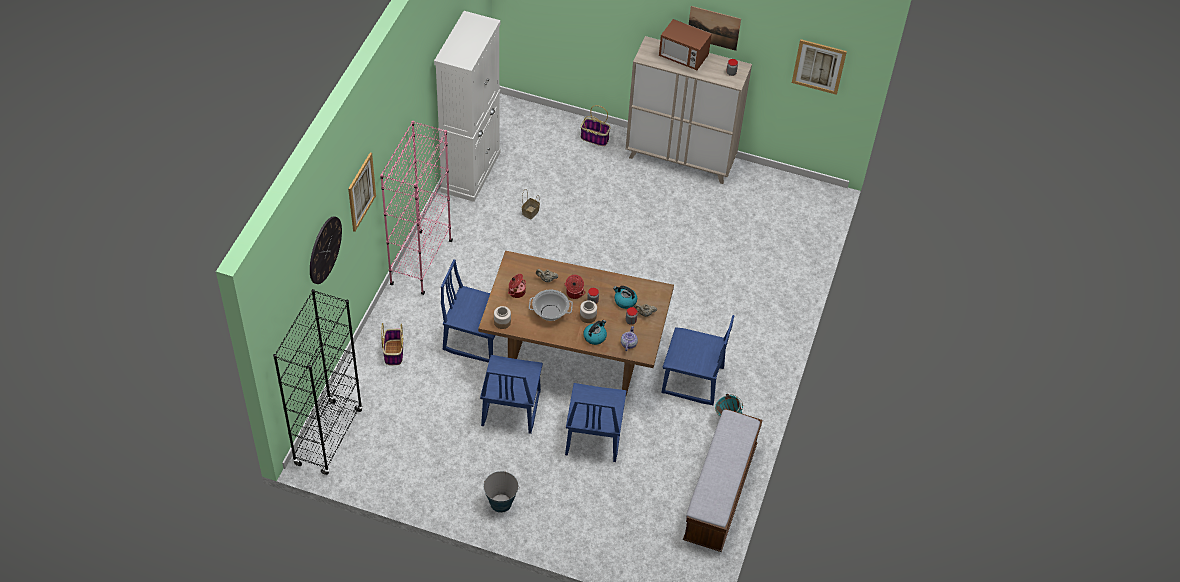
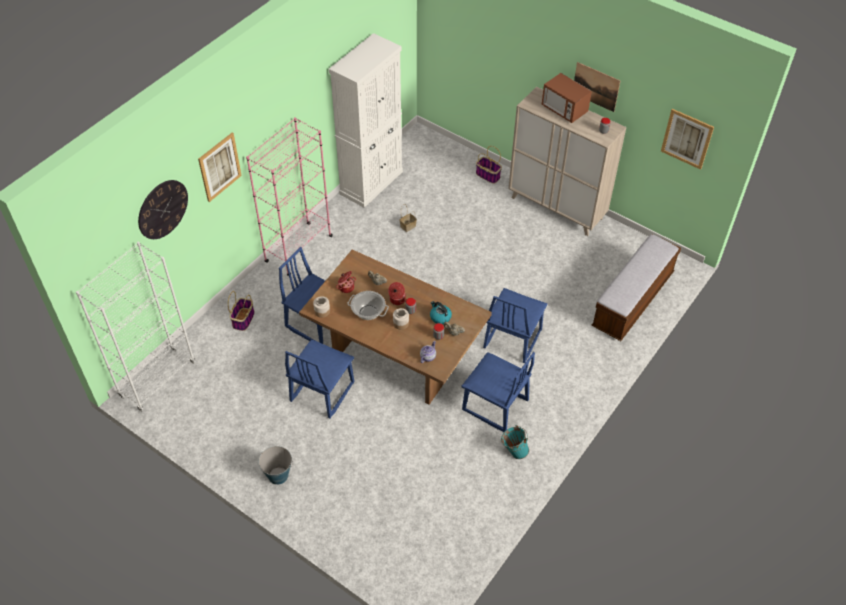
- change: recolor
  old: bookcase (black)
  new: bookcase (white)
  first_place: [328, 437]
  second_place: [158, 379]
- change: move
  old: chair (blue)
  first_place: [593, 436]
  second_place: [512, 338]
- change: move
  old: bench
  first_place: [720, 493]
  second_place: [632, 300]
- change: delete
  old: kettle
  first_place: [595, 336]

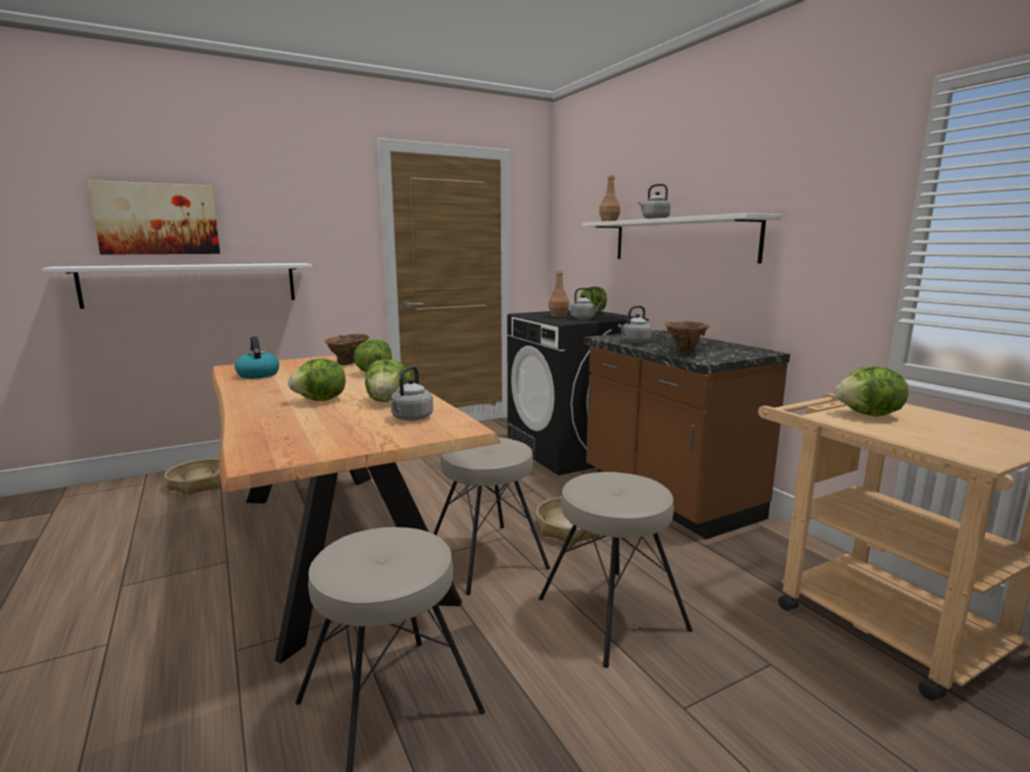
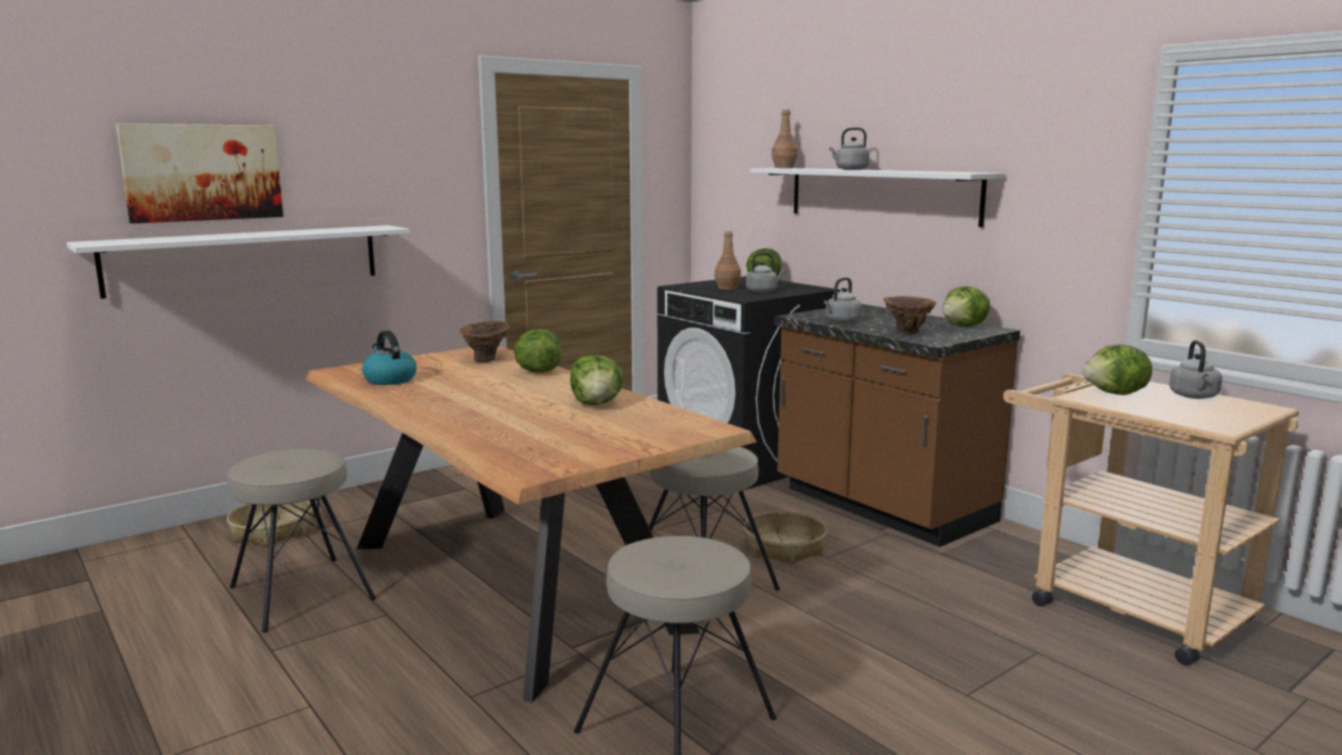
- change: move
  old: stool (beige)
  first_place: [611, 614]
  second_place: [300, 593]
- change: move
  old: lettuce
  first_place: [321, 400]
  second_place: [964, 327]
- change: move
  old: kettle (grey)
  first_place: [411, 418]
  second_place: [1194, 397]

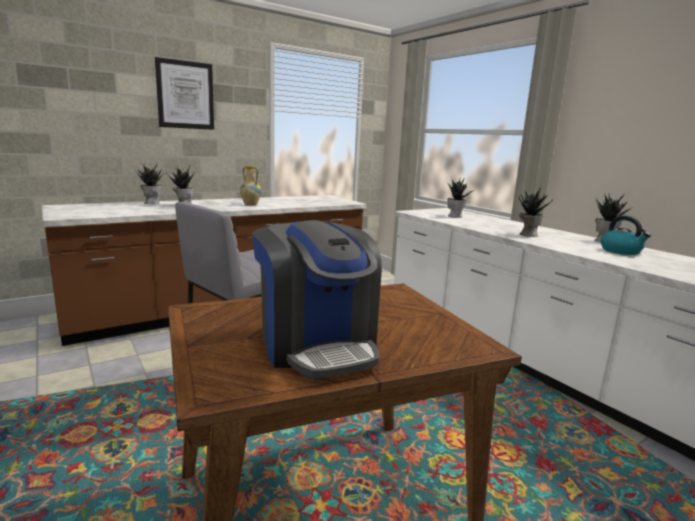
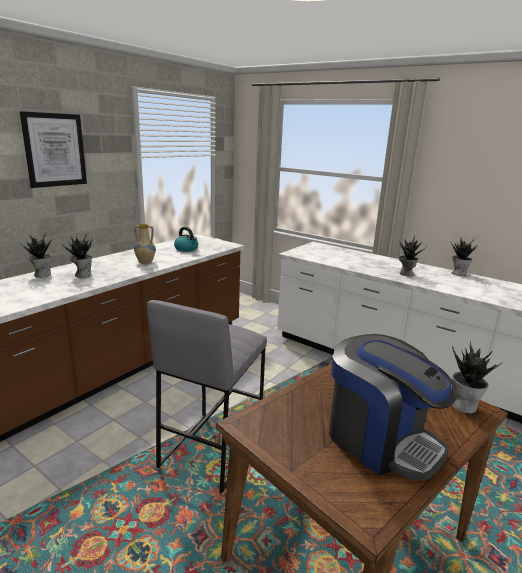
- change: move
  old: kettle
  first_place: [621, 251]
  second_place: [186, 249]
- change: move
  old: potted plant
  first_place: [455, 216]
  second_place: [463, 405]

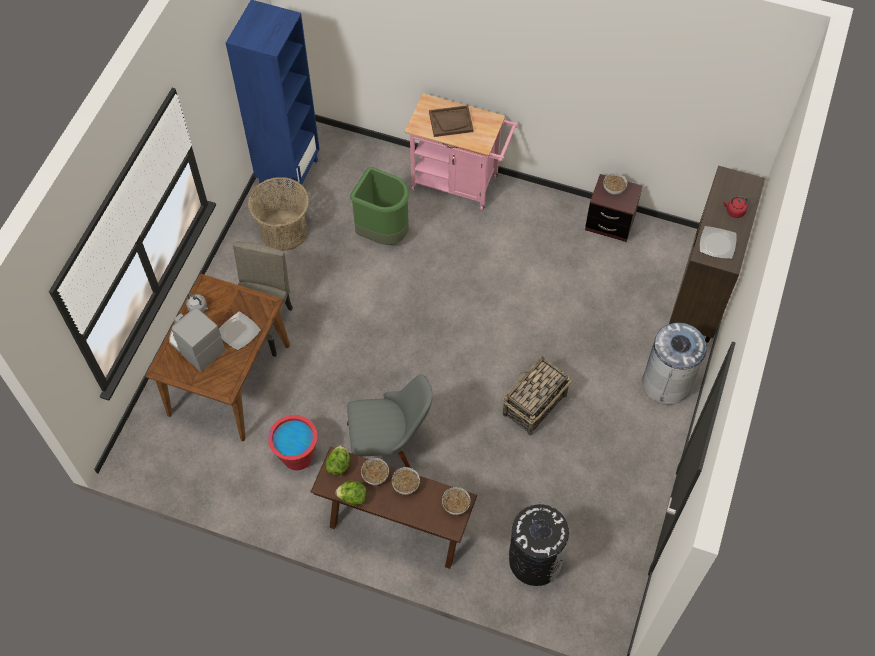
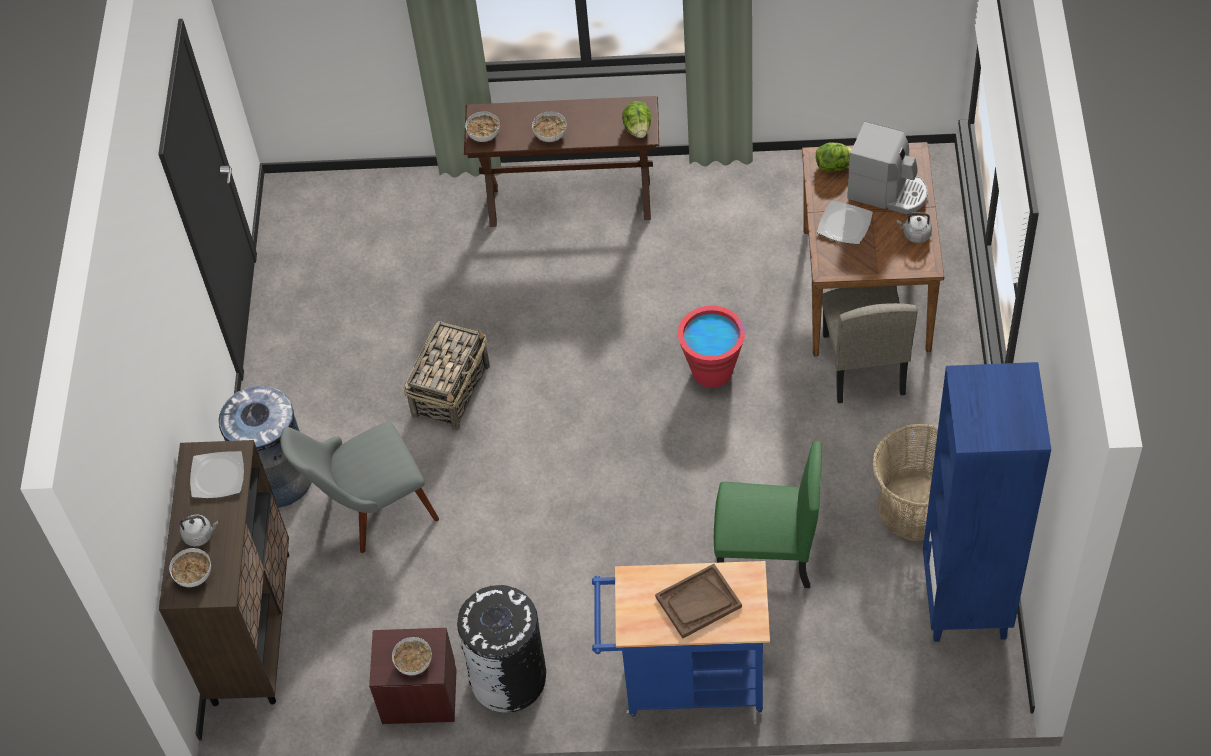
- change: move
  old: bowl
  first_place: [375, 475]
  second_place: [193, 575]
- change: recolor
  old: kettle (red)
  new: kettle (grey)
  first_place: [734, 211]
  second_place: [200, 535]
- change: move
  old: chair (grey)
  first_place: [389, 445]
  second_place: [369, 511]
- change: move
  old: trash can (black)
  first_place: [534, 560]
  second_place: [508, 678]
- change: recolor
  old: cart (pink)
  new: cart (blue)
  first_place: [460, 184]
  second_place: [684, 681]
- change: move
  old: bucket (red)
  first_place: [297, 457]
  second_place: [712, 371]
- change: replace
  old: trash can (green)
  new: chair (green)
  first_place: [383, 233]
  second_place: [766, 555]
- change: move
  old: lettuce
  first_place: [352, 497]
  second_place: [834, 166]

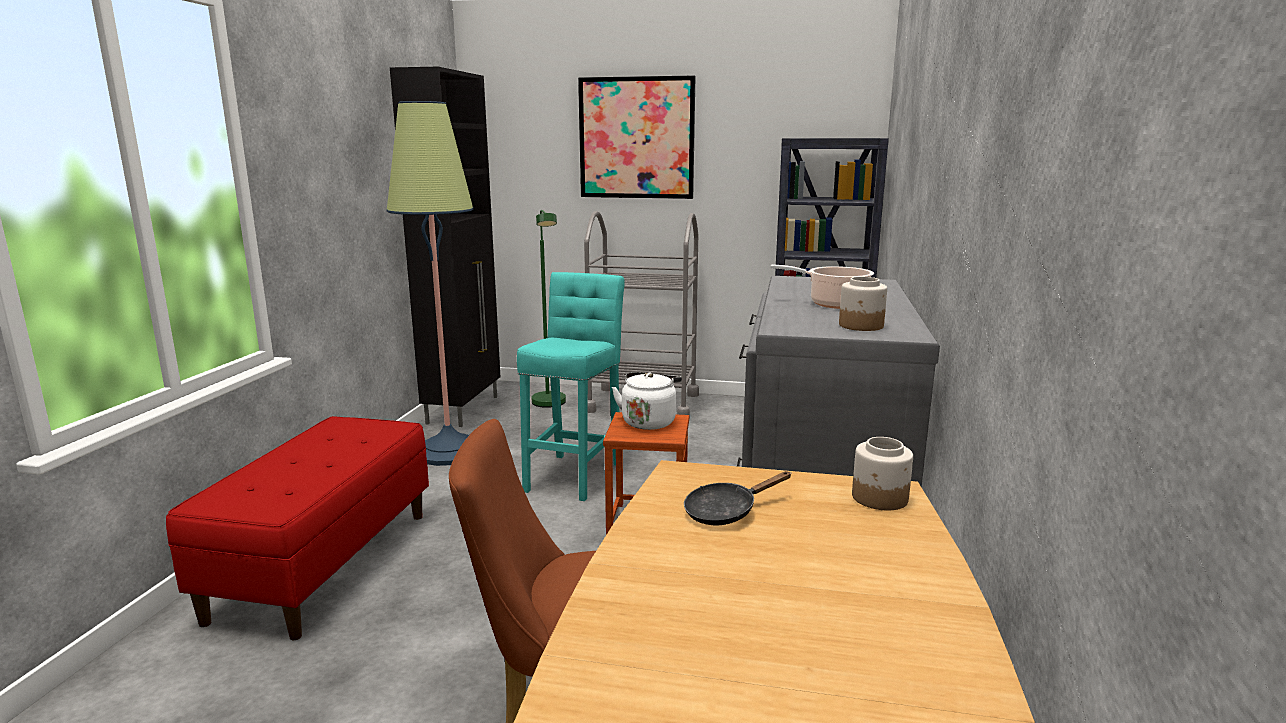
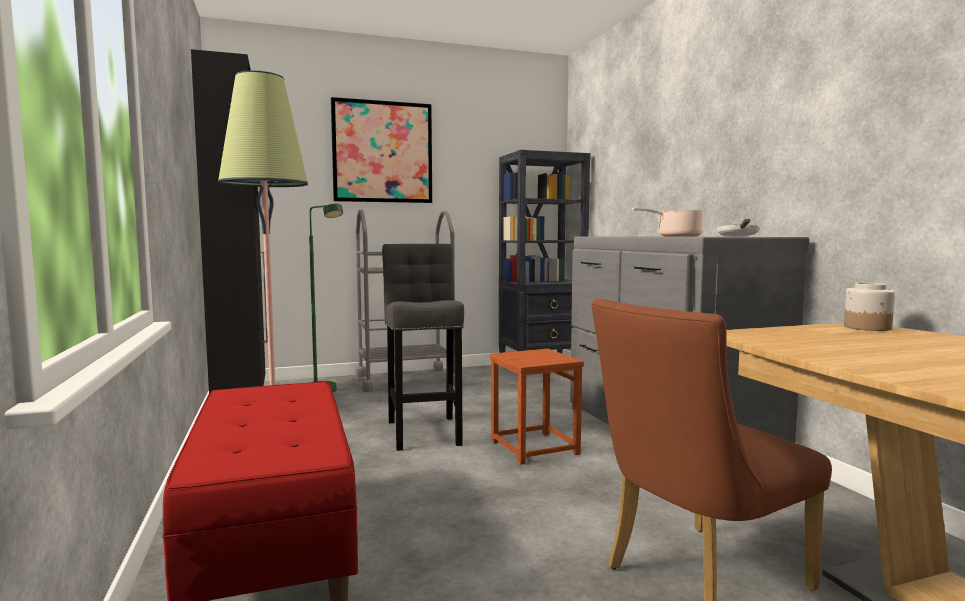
- change: recolor
  old: stool (turquoise)
  new: stool (grey)
  first_place: [575, 474]
  second_place: [424, 431]
- change: replace
  old: jar
  new: frying pan (white)
  first_place: [861, 326]
  second_place: [738, 236]
- change: delete
  old: kettle (white)
  first_place: [649, 421]
- change: delete
  old: frying pan (black)
  first_place: [726, 512]

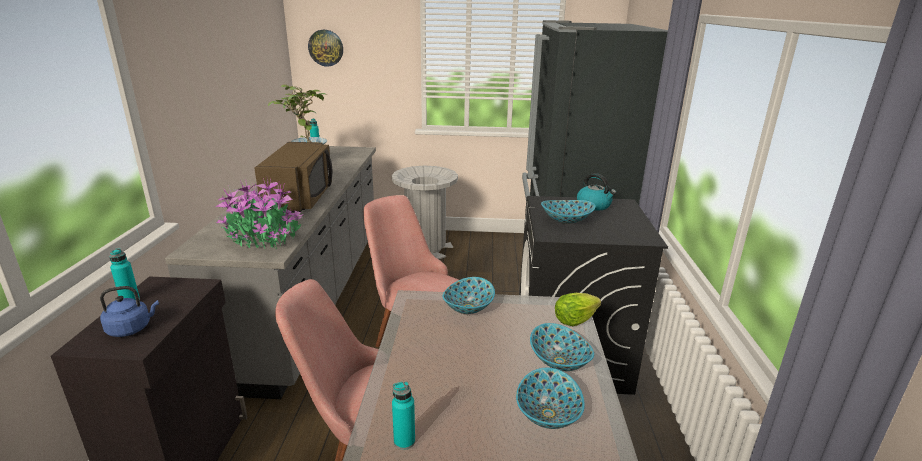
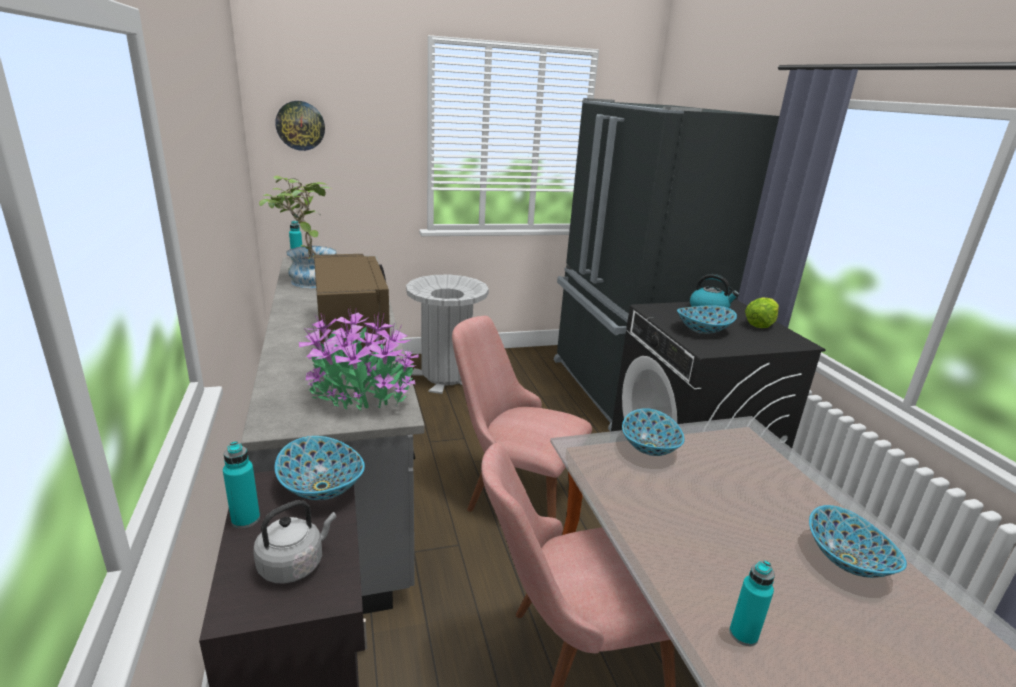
- change: recolor
  old: kettle (blue)
  new: kettle (grey)
  first_place: [131, 329]
  second_place: [294, 564]
- change: move
  old: bowl
  first_place: [560, 361]
  second_place: [322, 487]
- change: move
  old: lettuce
  first_place: [574, 320]
  second_place: [760, 324]

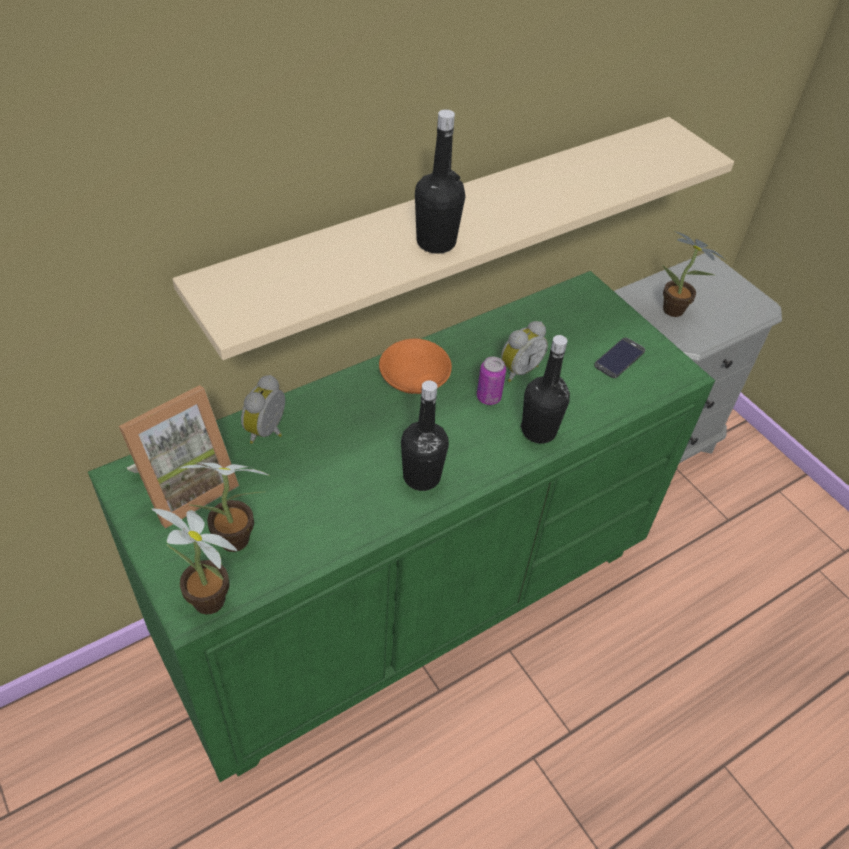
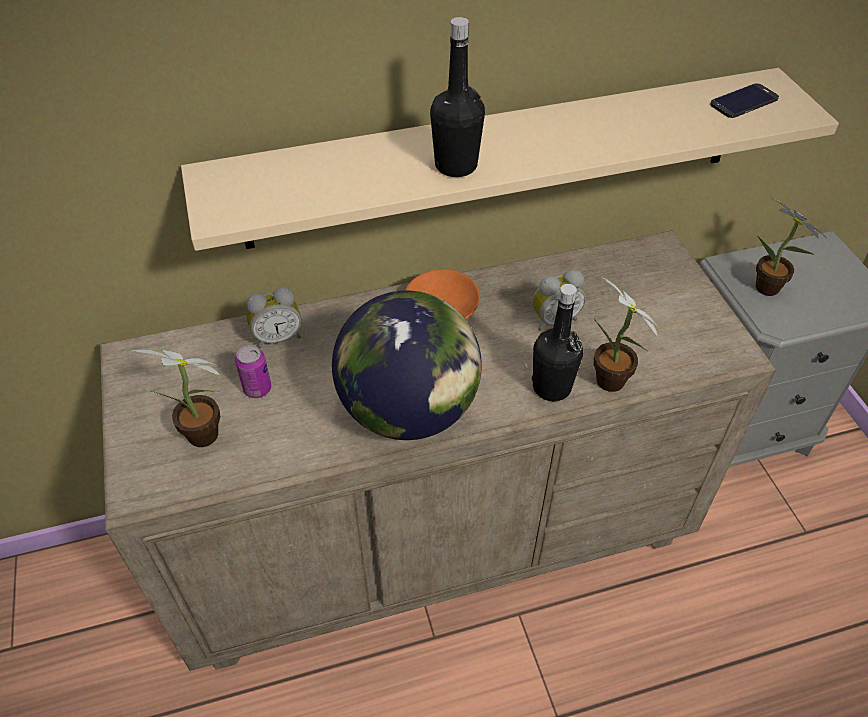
- change: recolor
  old: dresser (green)
  new: dresser (beige)
  first_place: [409, 597]
  second_place: [433, 535]
- change: move
  old: can
  first_place: [488, 397]
  second_place: [257, 389]
- change: rotate
  old: alarm clock
  first_place: [268, 432]
  second_place: [277, 337]
  degrees: -150
- change: replace
  old: bottle (black)
  new: globe
  first_place: [421, 477]
  second_place: [409, 411]
- change: move
  old: potted plant
  first_place: [211, 605]
  second_place: [612, 385]
- change: move
  old: phone
  first_place: [619, 358]
  second_place: [744, 101]
- change: delete
  old: picture frame
  first_place: [184, 486]

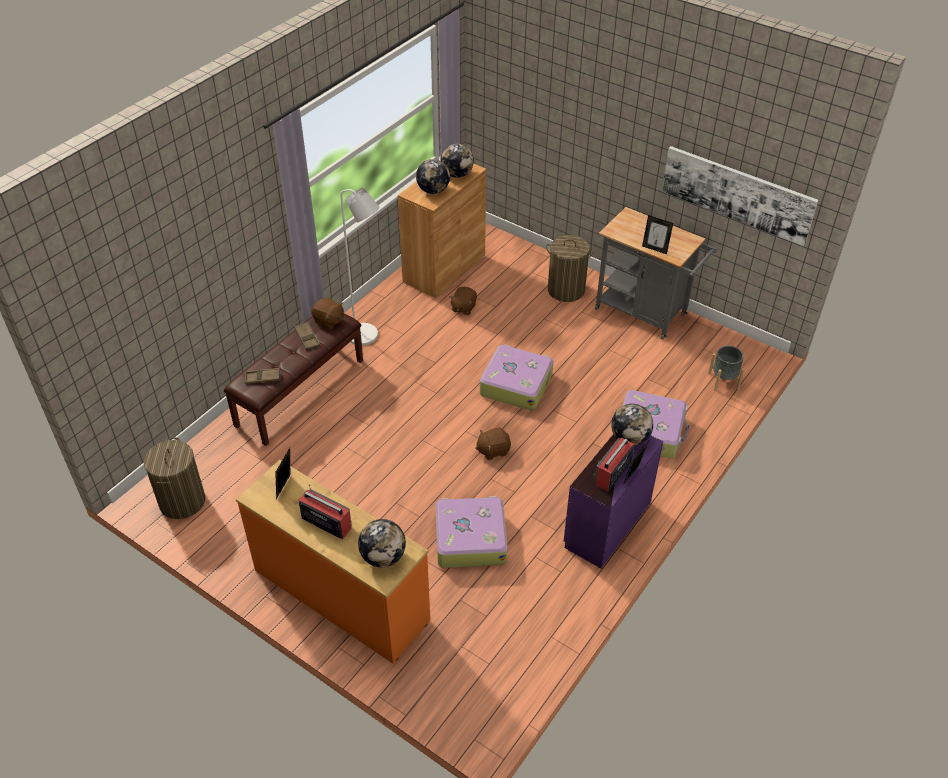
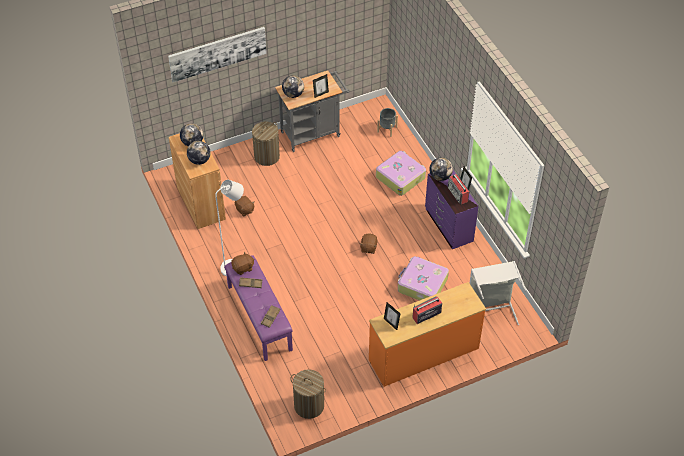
- change: move
  old: picture
  first_place: [737, 194]
  second_place: [217, 53]
- change: recolor
  old: bench (brown)
  new: bench (purple)
  first_place: [300, 392]
  second_place: [259, 318]
- change: move
  old: globe
  first_place: [383, 557]
  second_place: [293, 94]
- change: insert
  new: laundry basket (grey)
  second_place: [490, 310]
- change: delete
  old: suitcase
  first_place: [516, 384]

